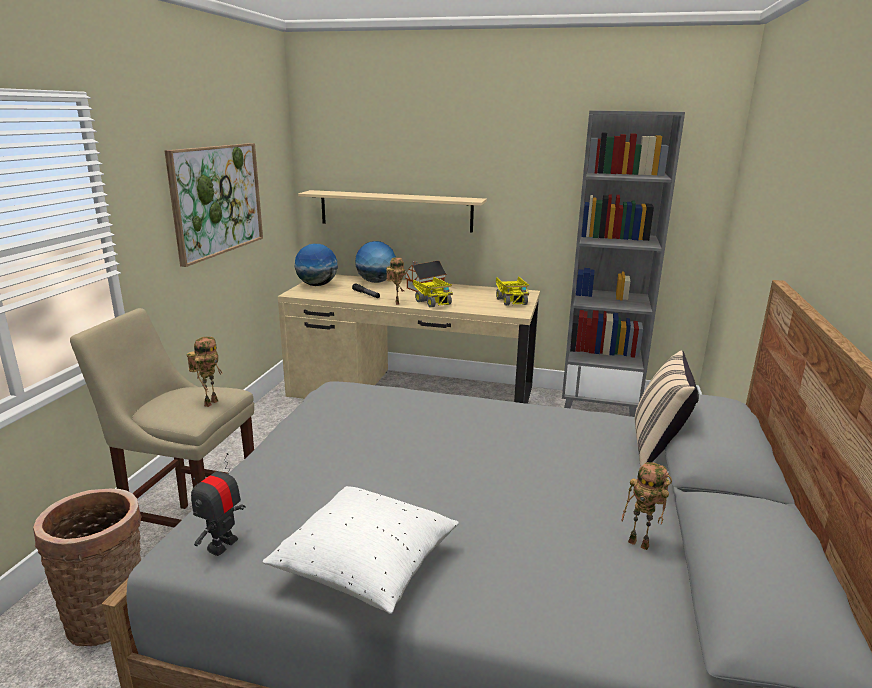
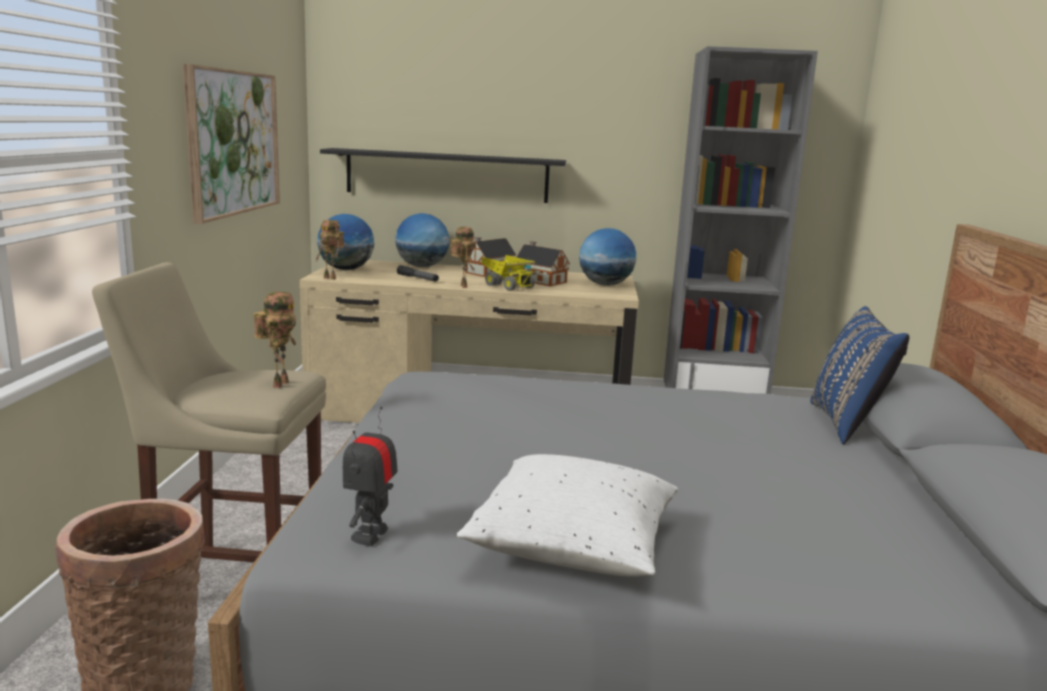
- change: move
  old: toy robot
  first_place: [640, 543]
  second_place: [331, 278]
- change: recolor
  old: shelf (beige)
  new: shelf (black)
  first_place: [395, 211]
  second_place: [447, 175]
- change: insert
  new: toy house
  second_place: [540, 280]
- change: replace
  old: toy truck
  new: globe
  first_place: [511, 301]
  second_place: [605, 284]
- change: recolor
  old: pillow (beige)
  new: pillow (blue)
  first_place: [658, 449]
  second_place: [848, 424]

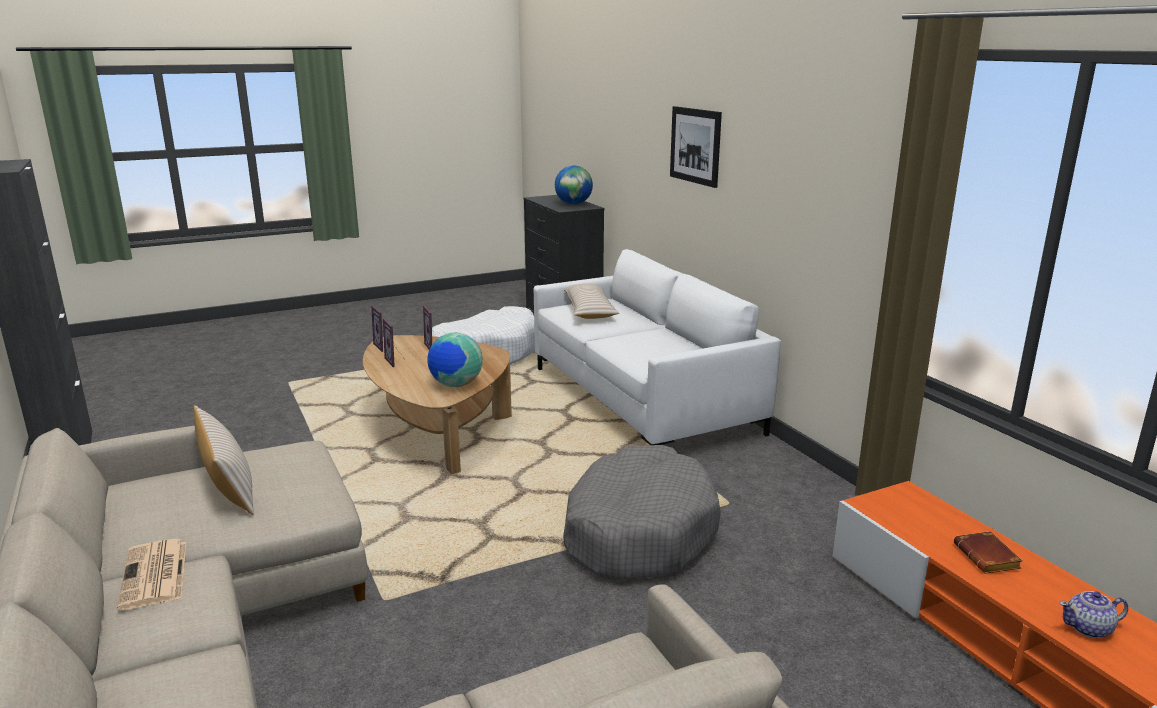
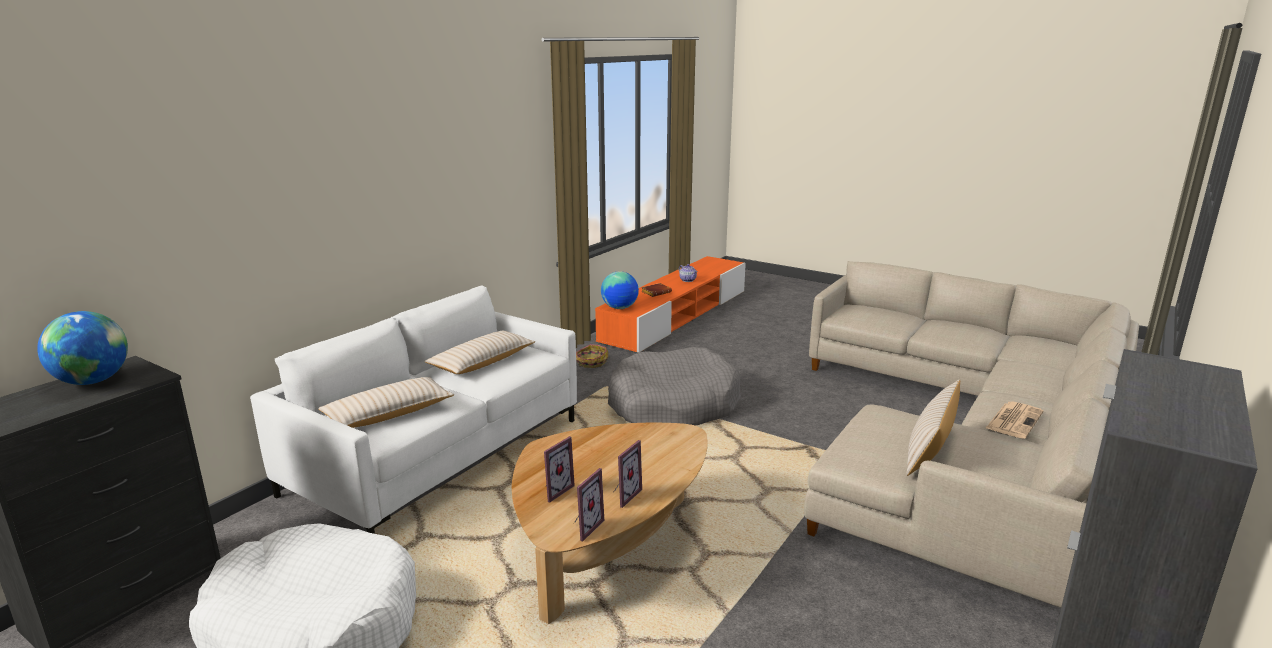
- change: insert
  new: pillow (beige)
  second_place: [482, 362]
- change: insert
  new: basket
  second_place: [591, 362]
- change: move
  old: globe
  first_place: [456, 385]
  second_place: [620, 308]
- change: delete
  old: picture
  first_place: [695, 145]

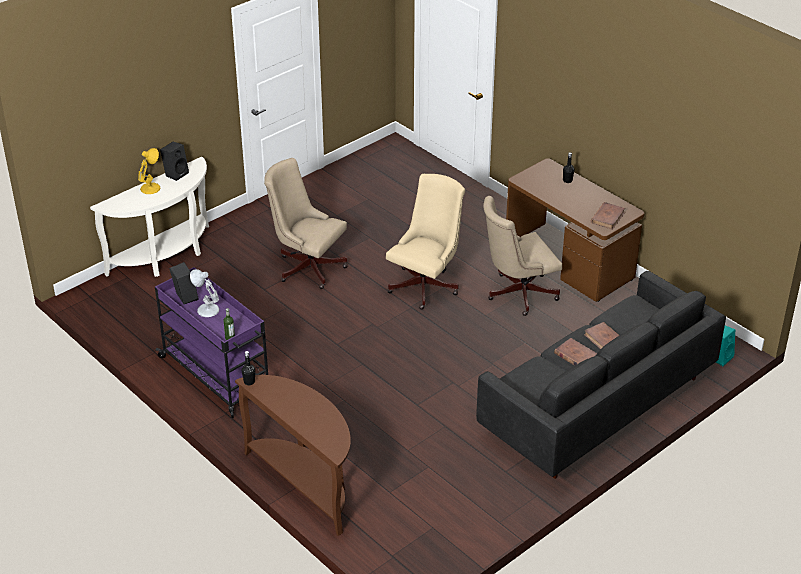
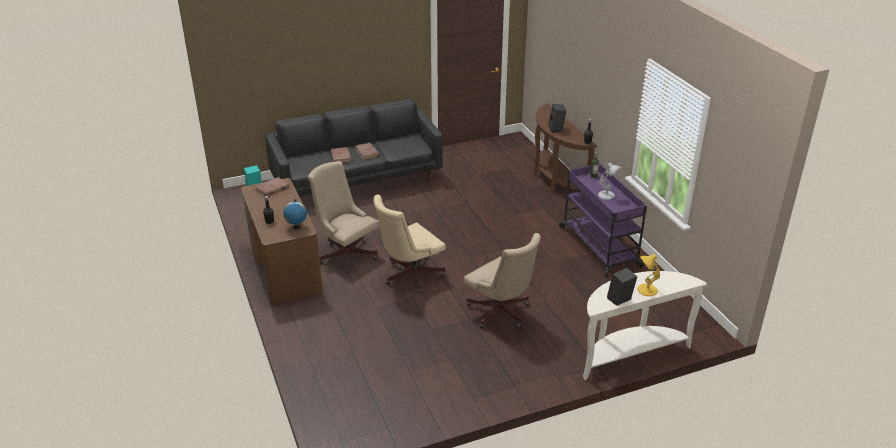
- change: insert
  new: globe
  second_place: [296, 227]
- change: rotate
  old: office chair (beige)
  first_place: [517, 293]
  second_place: [346, 254]
  degrees: -135
- change: move
  old: speaker (black)
  first_place: [184, 297]
  second_place: [557, 129]

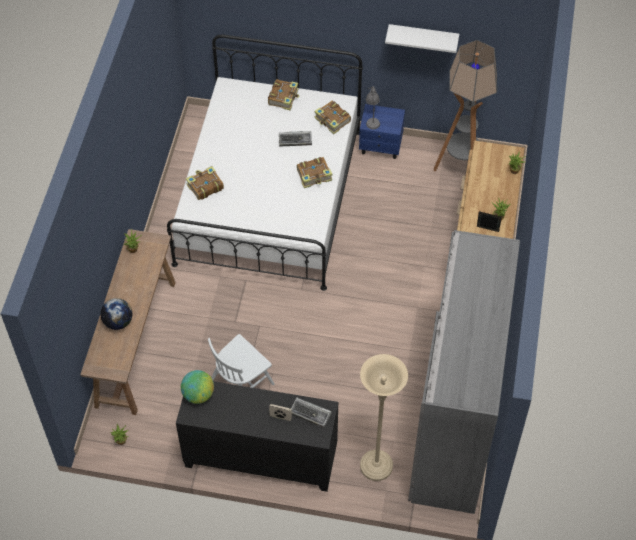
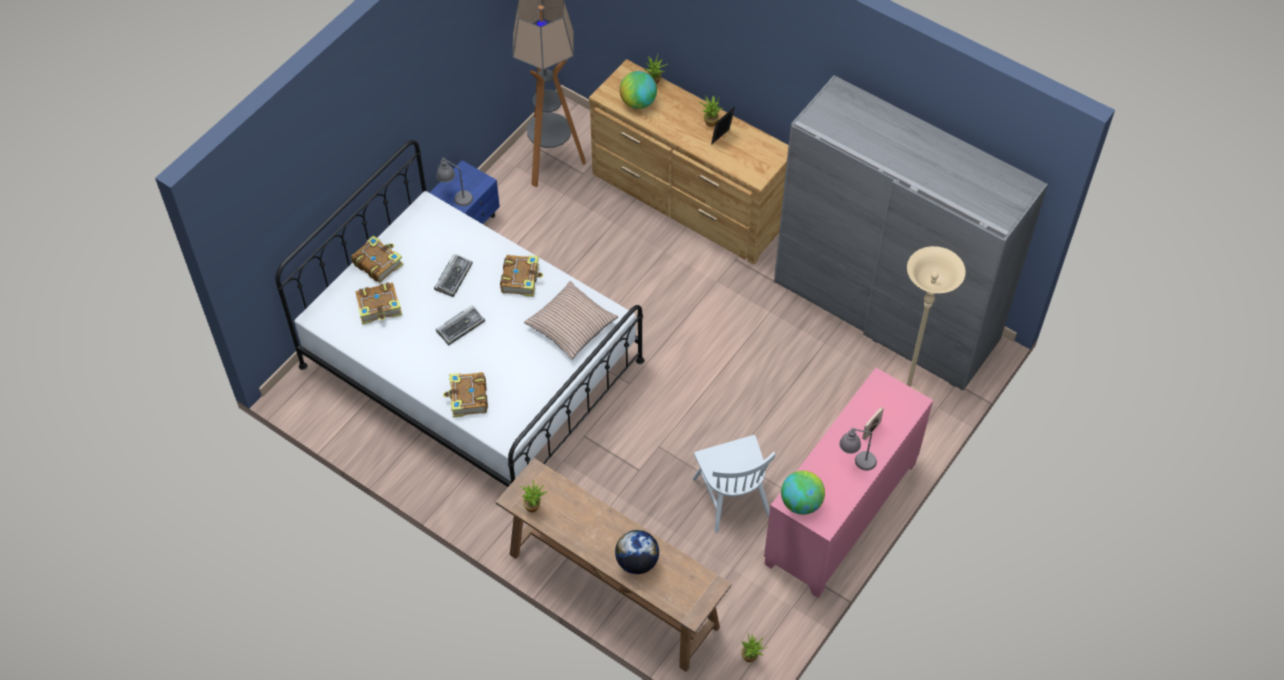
- change: move
  old: book
  first_place: [332, 121]
  second_place: [379, 307]
- change: move
  old: keyboard
  first_place: [310, 414]
  second_place: [461, 326]
- change: insert
  new: pillow
  second_place: [571, 325]
- change: insert
  new: globe
  second_place: [638, 102]
- change: recolor
  old: cabinet (black)
  new: cabinet (pink)
  first_place: [260, 458]
  second_place: [842, 514]
- change: insert
  new: table lamp (grey)
  second_place: [856, 462]
- change: delete
  old: shelf (white)
  first_place: [423, 37]

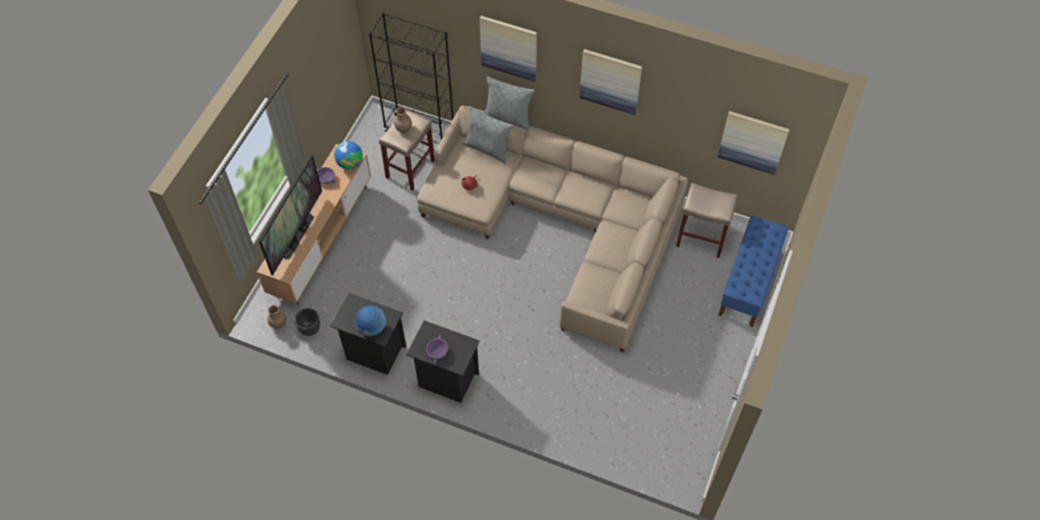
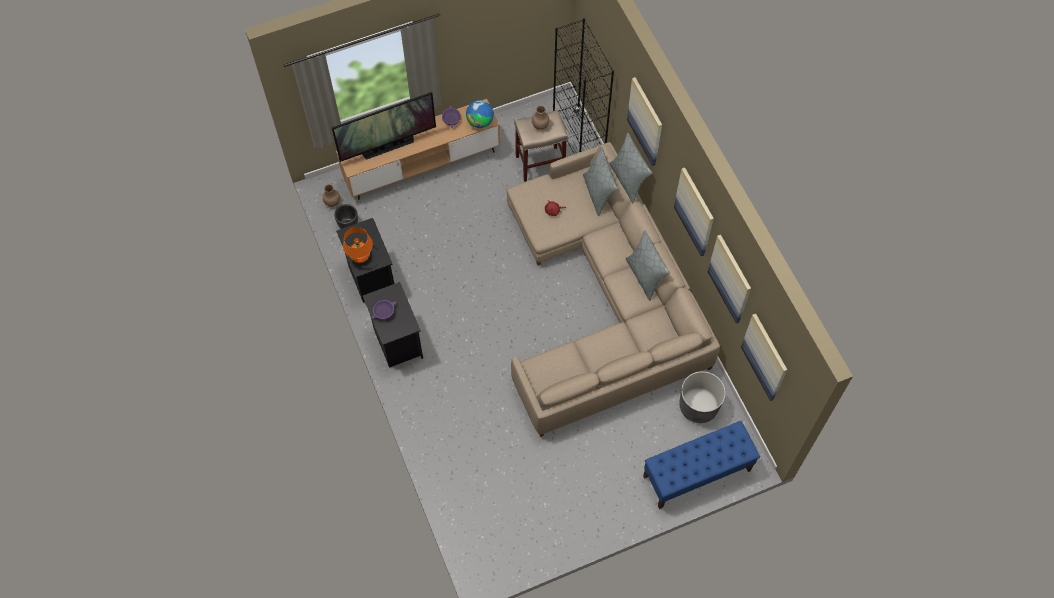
- change: replace
  old: globe
  new: table lamp (orange)
  first_place: [372, 328]
  second_place: [360, 256]
- change: insert
  new: pillow (grey)
  second_place: [645, 276]
- change: replace
  old: stool (beige)
  new: planter (grey)
  first_place: [700, 239]
  second_place: [698, 406]
- change: insert
  new: picture
  second_place: [730, 278]

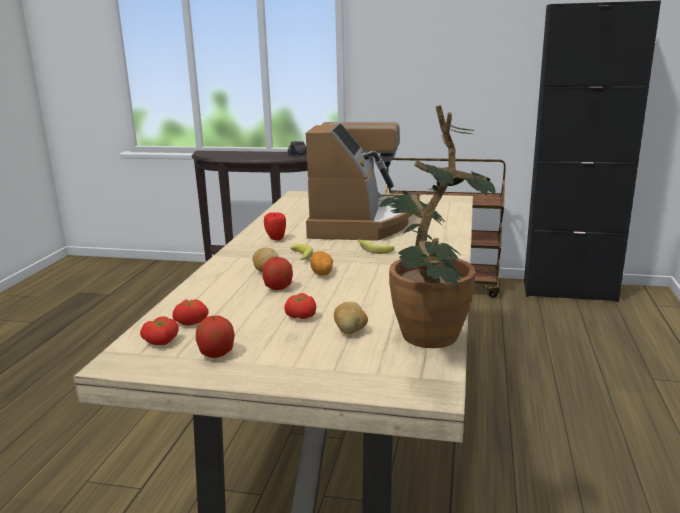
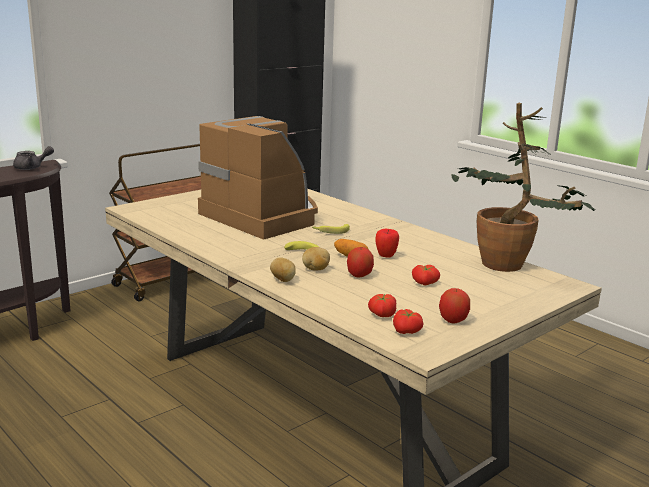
- change: move
  old: potato
  first_place: [350, 331]
  second_place: [283, 280]
- change: move
  old: apple
  first_place: [276, 239]
  second_place: [386, 256]

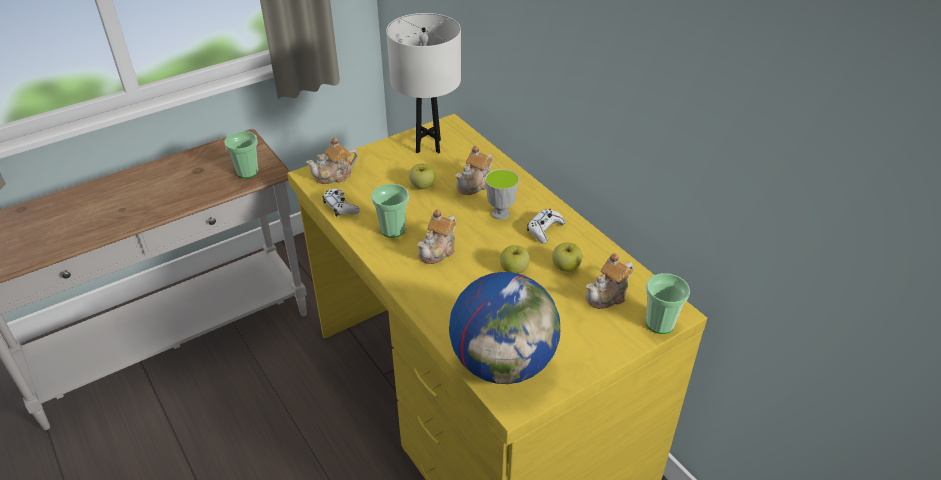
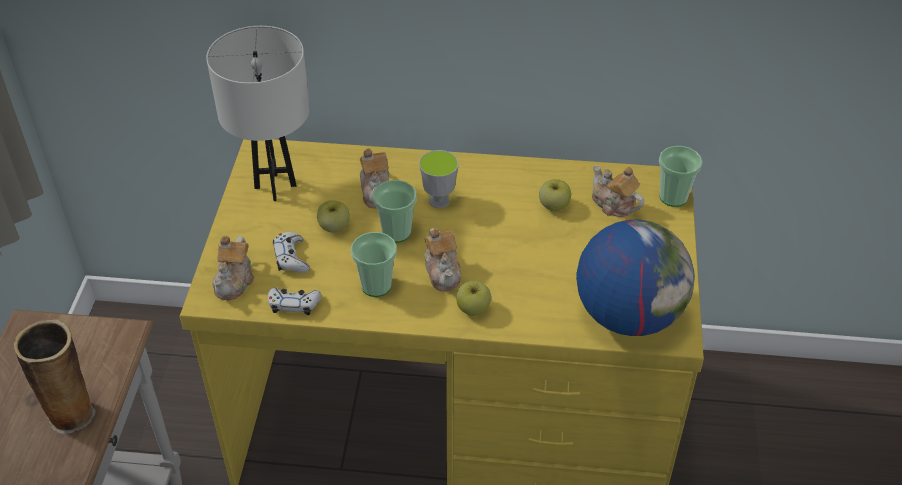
- change: insert
  new: vase
  second_place: [72, 413]
- change: move
  old: game controller (white)
  first_place: [545, 229]
  second_place: [291, 258]
- change: move
  old: cup
  first_place: [247, 172]
  second_place: [396, 232]
- change: move
  old: apple
  first_place: [514, 270]
  second_place: [473, 309]
- change: rotate
  old: teapot
  first_place: [608, 295]
  second_place: [613, 204]
  degrees: 135

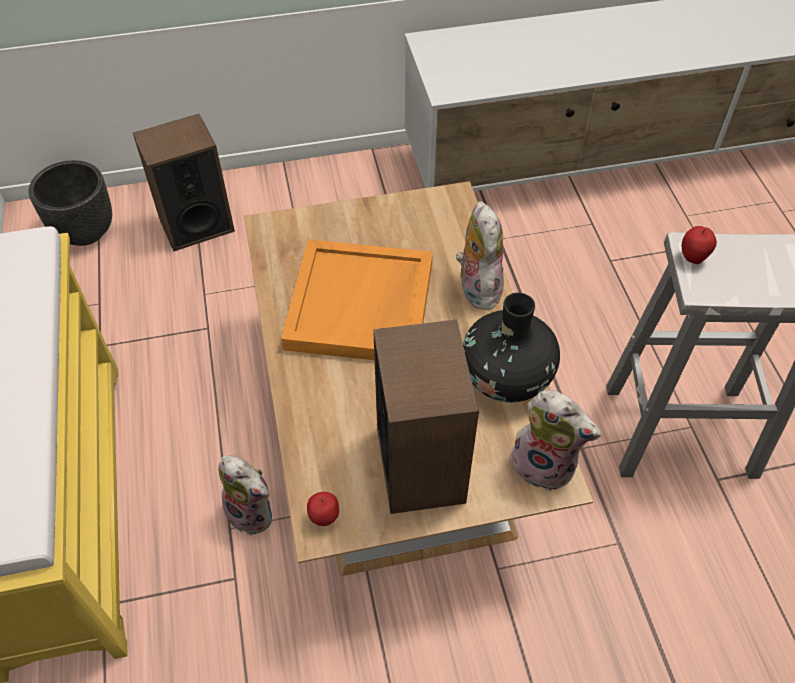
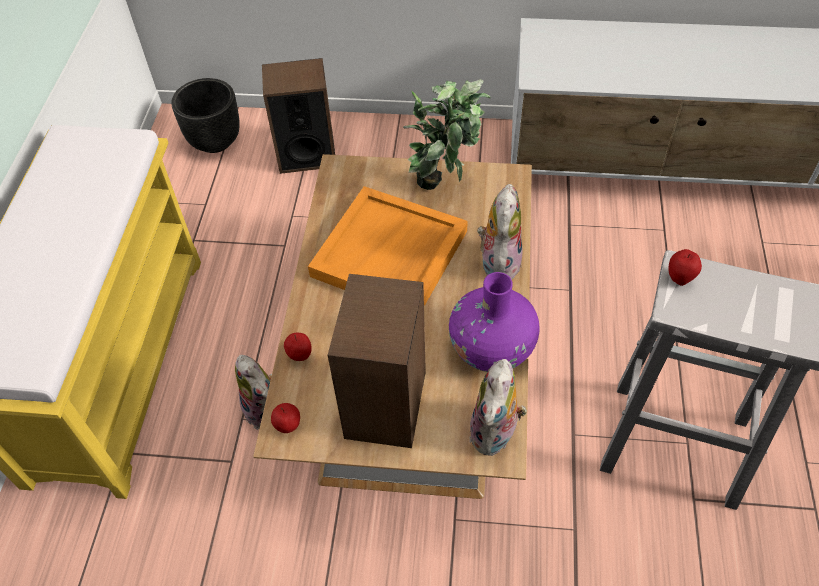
- change: insert
  new: apple
  second_place: [300, 356]
- change: insert
  new: potted plant
  second_place: [445, 183]
- change: recolor
  old: vase (black)
  new: vase (purple)
  first_place: [506, 378]
  second_place: [492, 349]
- change: rotate
  old: plush toy
  first_place: [545, 464]
  second_place: [495, 434]
  degrees: 60

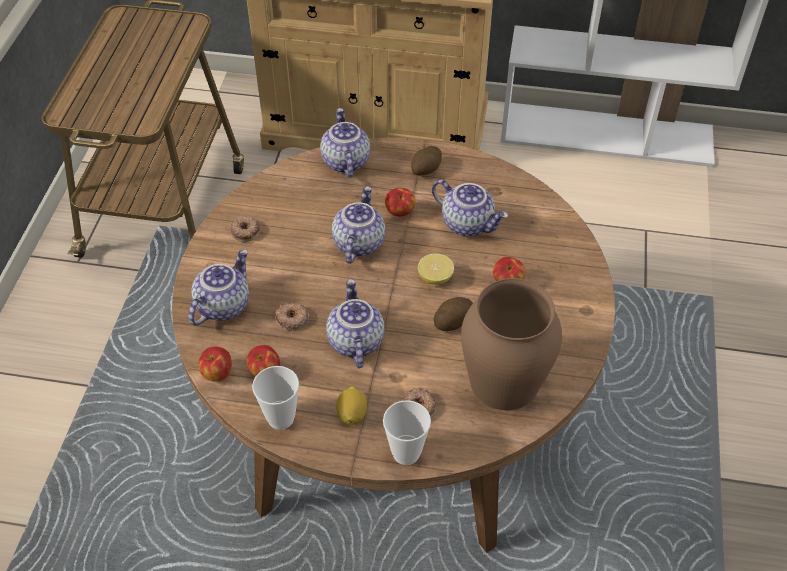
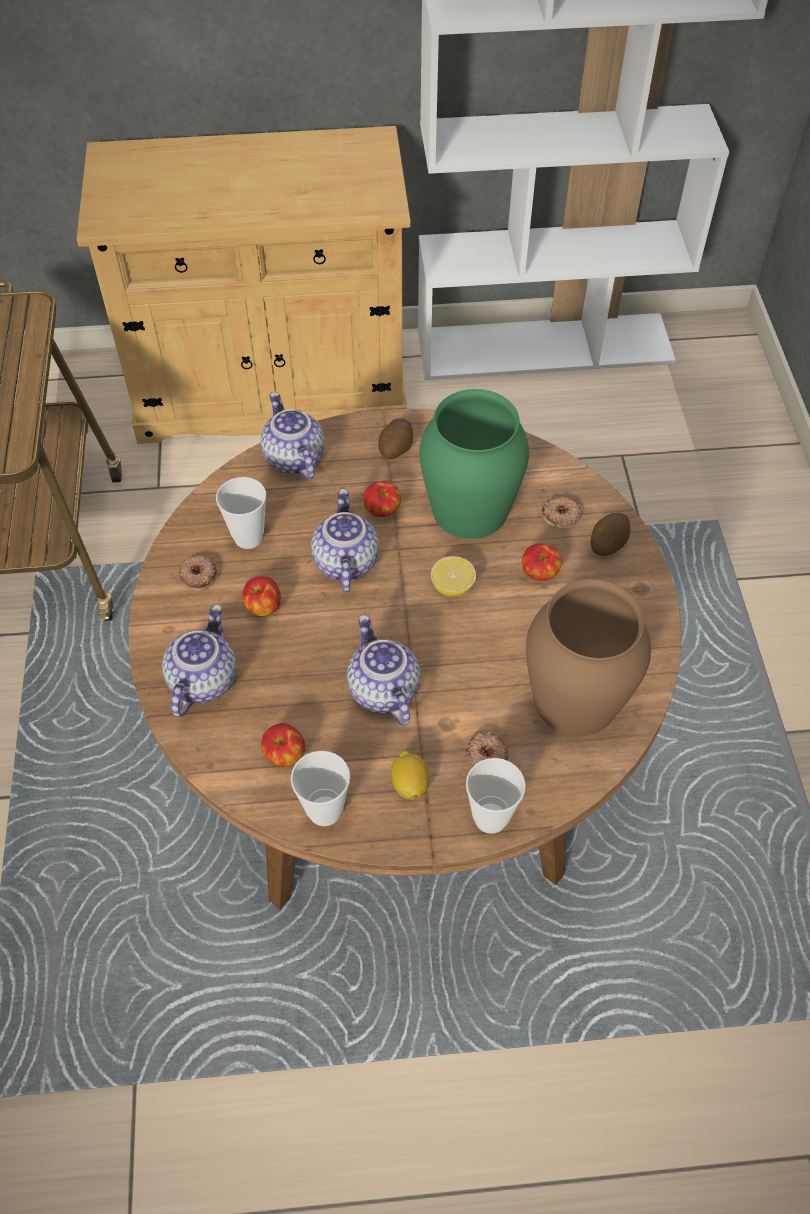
- change: insert
  new: cup
  second_place: [248, 537]
- change: move
  old: apple
  first_place: [217, 373]
  second_place: [263, 607]
- change: replace
  old: teapot
  new: vase (green)
  first_place: [468, 223]
  second_place: [469, 508]
- change: move
  old: donut
  first_place: [292, 319]
  second_place: [561, 515]
- change: move
  old: potato
  first_place: [453, 321]
  second_place: [608, 543]

